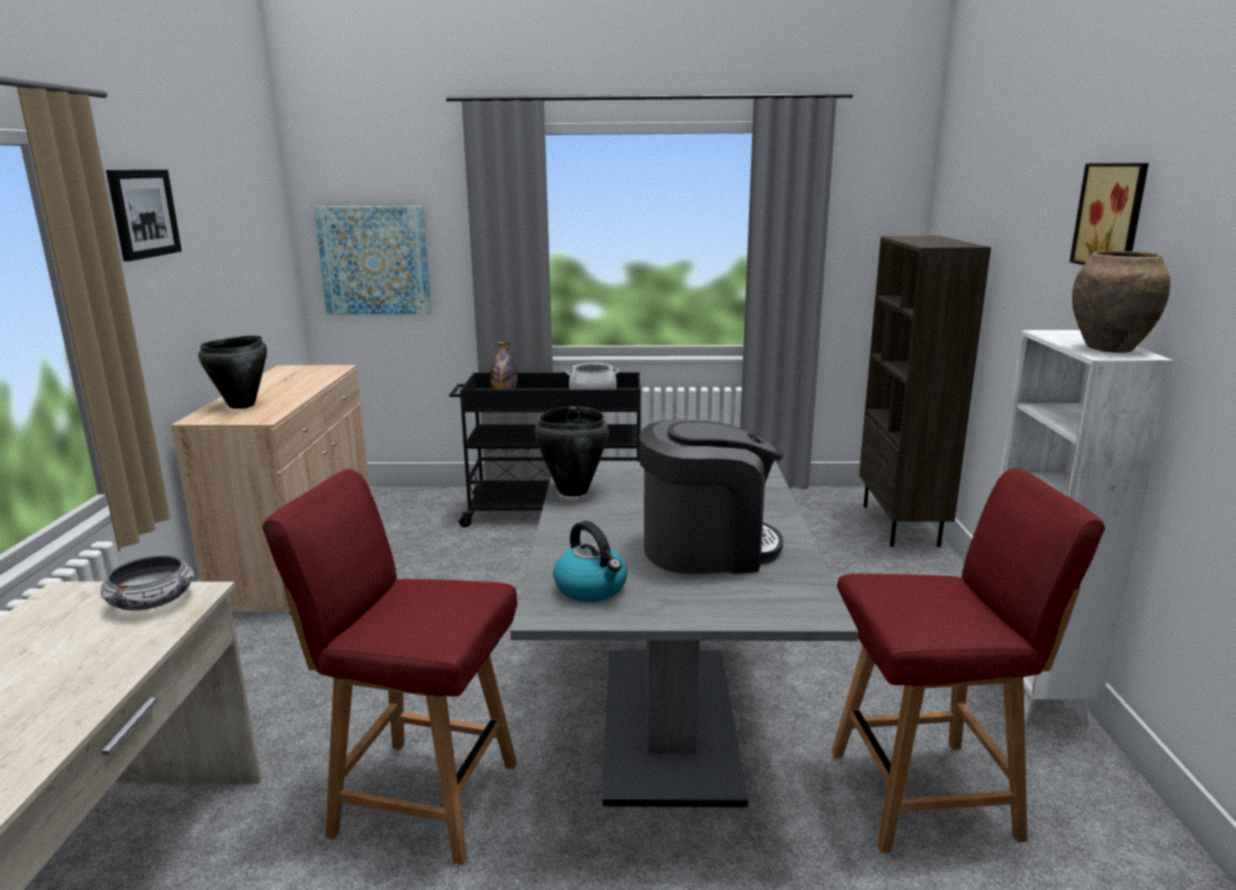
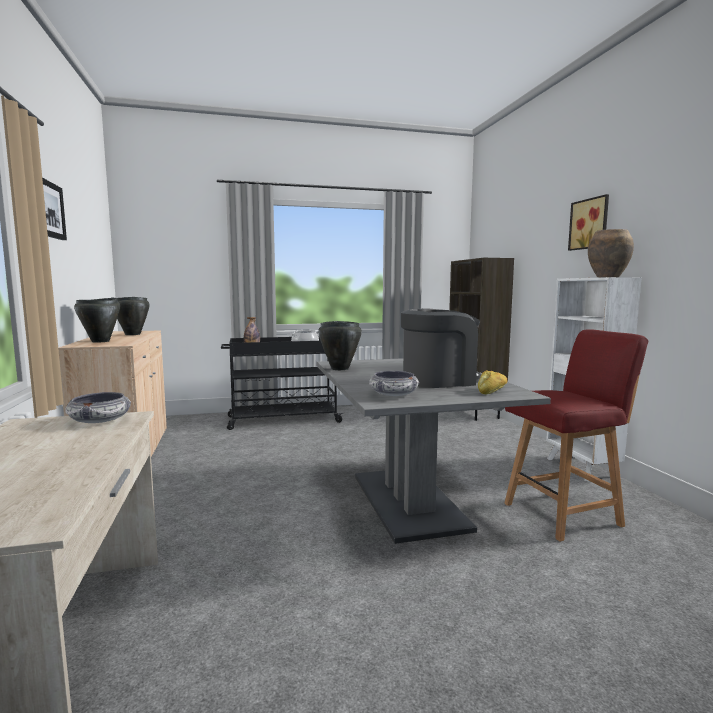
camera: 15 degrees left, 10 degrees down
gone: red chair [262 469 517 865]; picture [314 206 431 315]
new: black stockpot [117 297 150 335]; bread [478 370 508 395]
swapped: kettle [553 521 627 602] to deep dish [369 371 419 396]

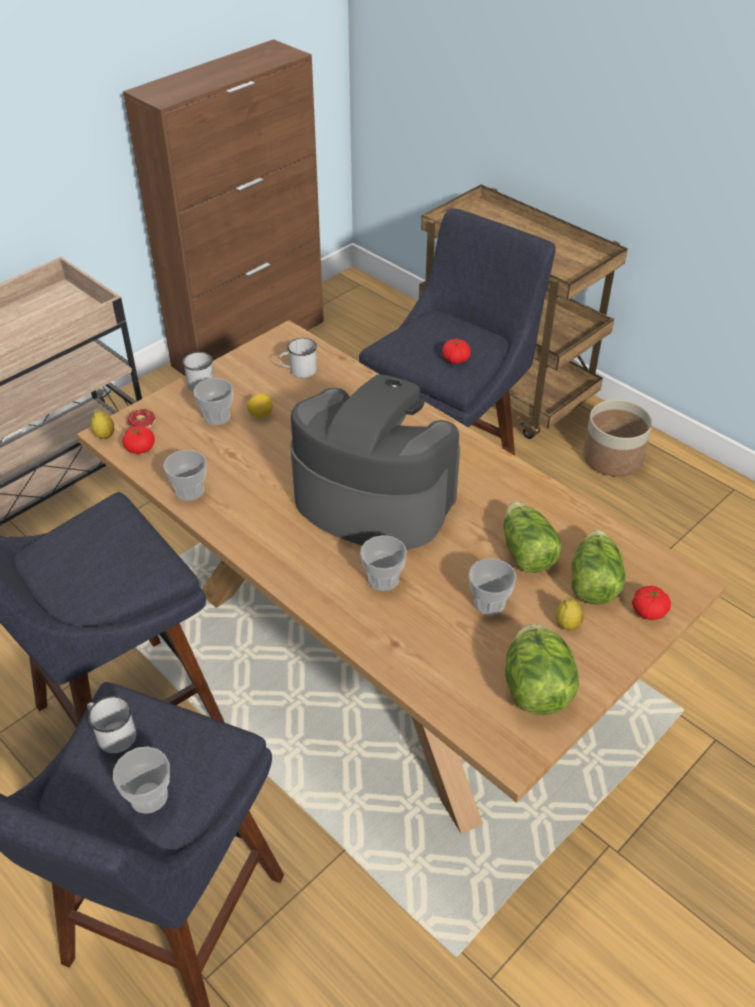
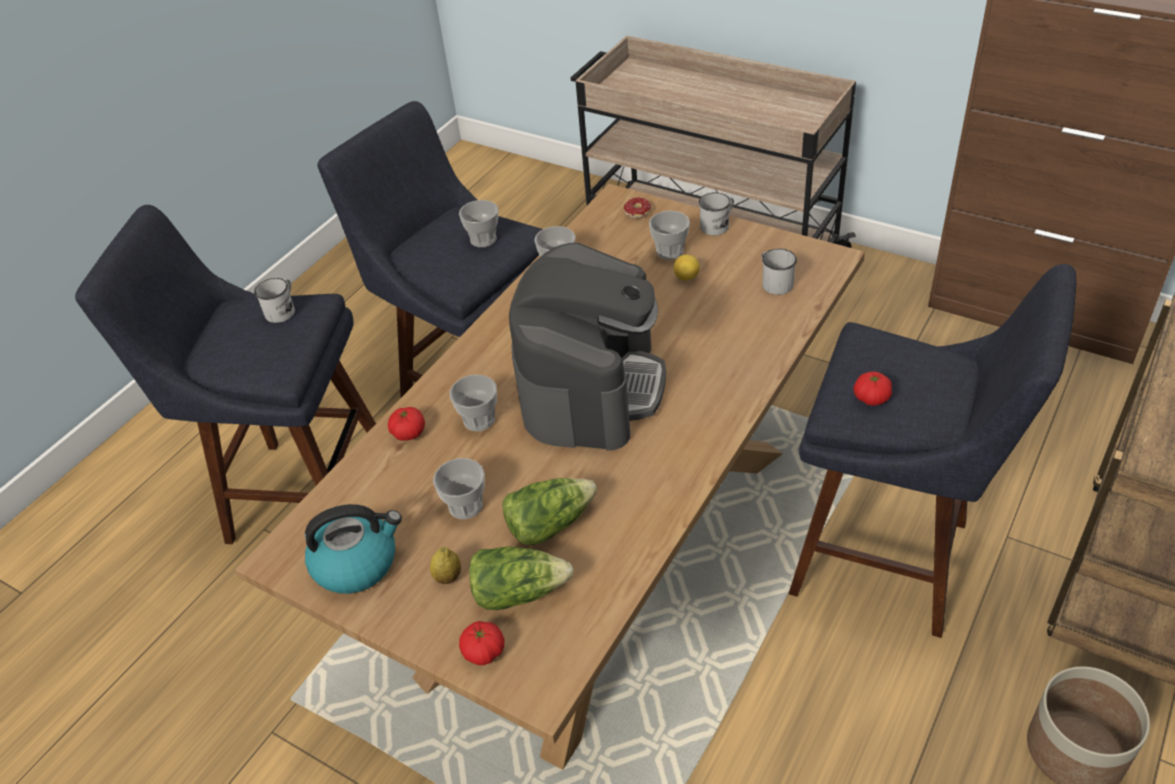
camera: 80 degrees right, 0 degrees up
gone: lemon [91 410 114 439]
shifted: small cup [113 747 170 814] to [459 200 498 247]; tomato [122 426 155 454] to [388 407 425 441]
swapped: lettuce head [505 624 579 715] to kettle [305 504 402 594]

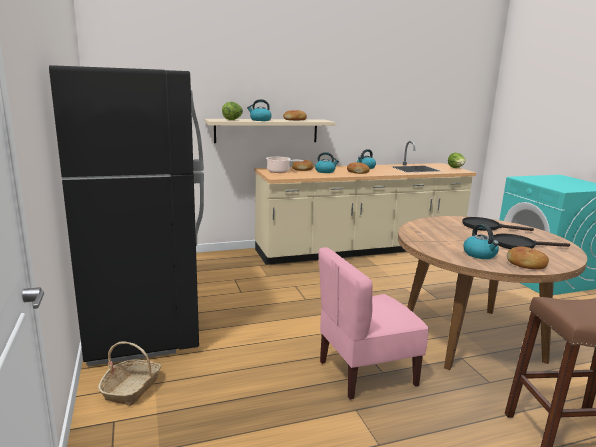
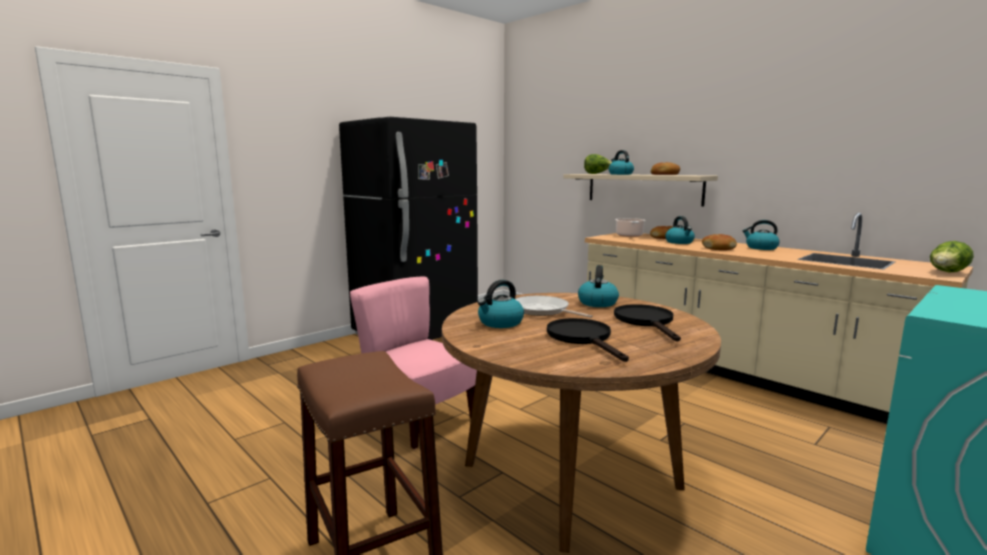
camera: 65 degrees right, 5 degrees down
gone: basket [98 342 161 406]; bread [507 246 549 269]
new: skillet [515 296 593 318]; kettle [578 265 619 307]

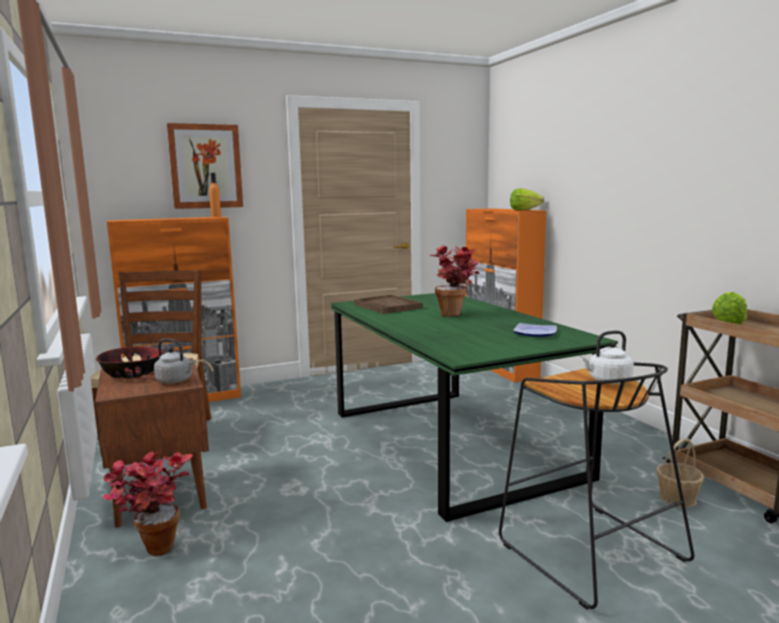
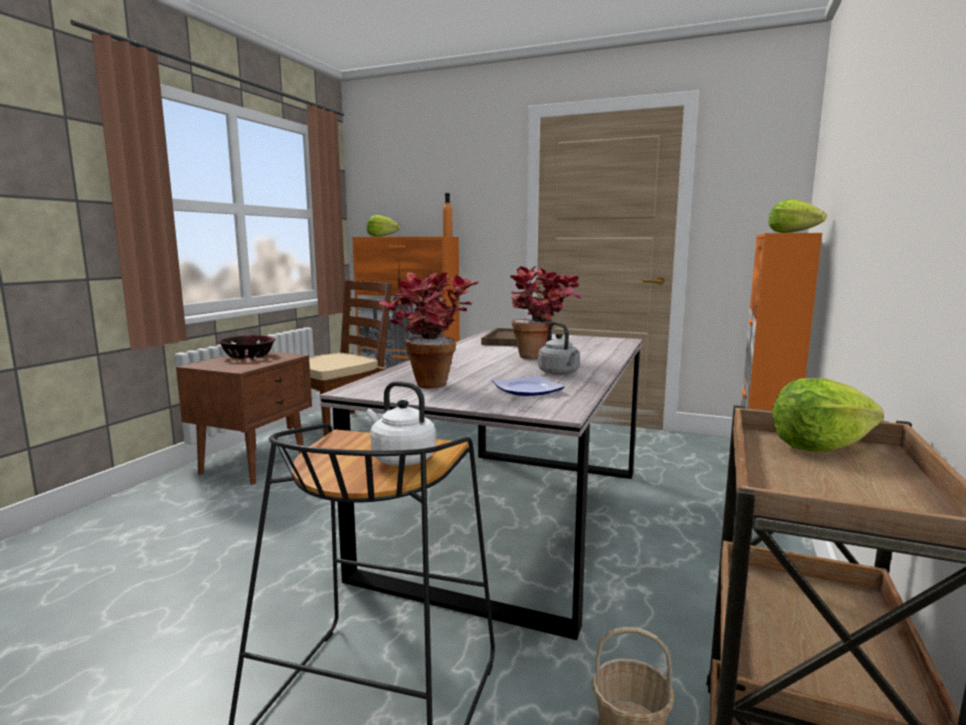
camera: 45 degrees right, 0 degrees up
gone: picture [167 123 243 209]
new: lettuce head [367 215 400 237]
shifted: potted plant [103 451 193 556] to [379 272 479 388]; gray kettle [154 339 195 384] to [538 322 580 375]
repainted: green-coloured dining table [331 293 618 522] to gray dining table [320 330 642 640]

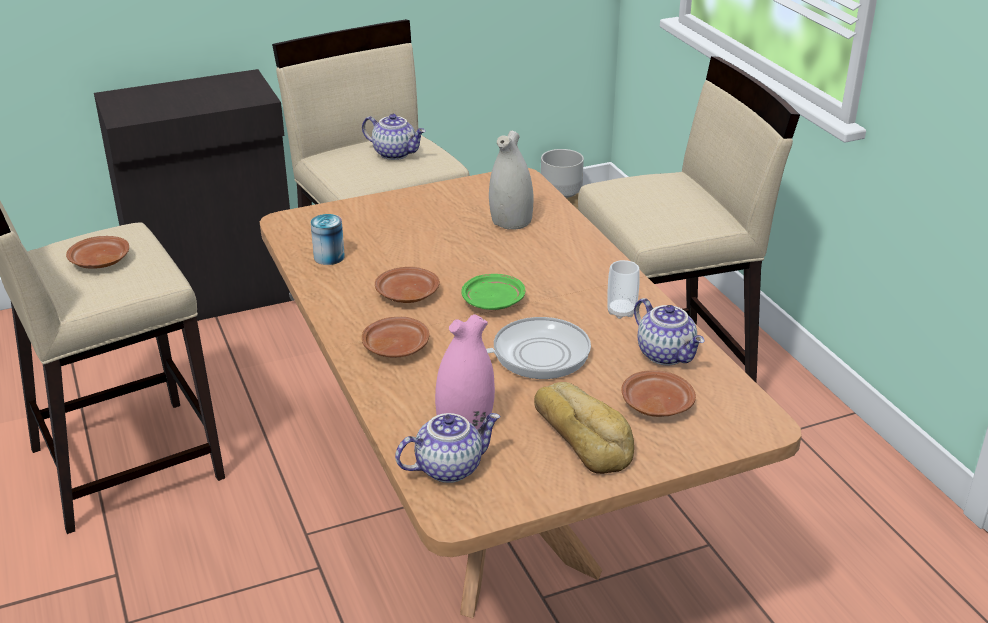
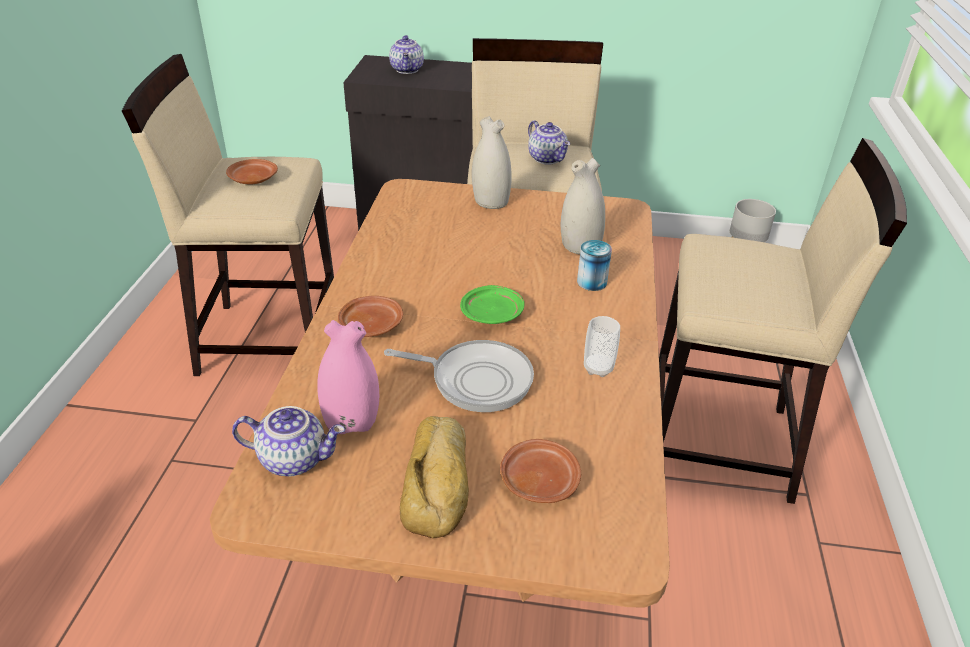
camera: 30 degrees right, 5 degrees up
gone: brown-coloured dinner plate [375 267 440 303]
new: white vase [472 116 512 209]
shifted: metal can [311 214 345 265] to [577 240 612 291]; tea pot [634 298 705 366] to [389 35 424 74]

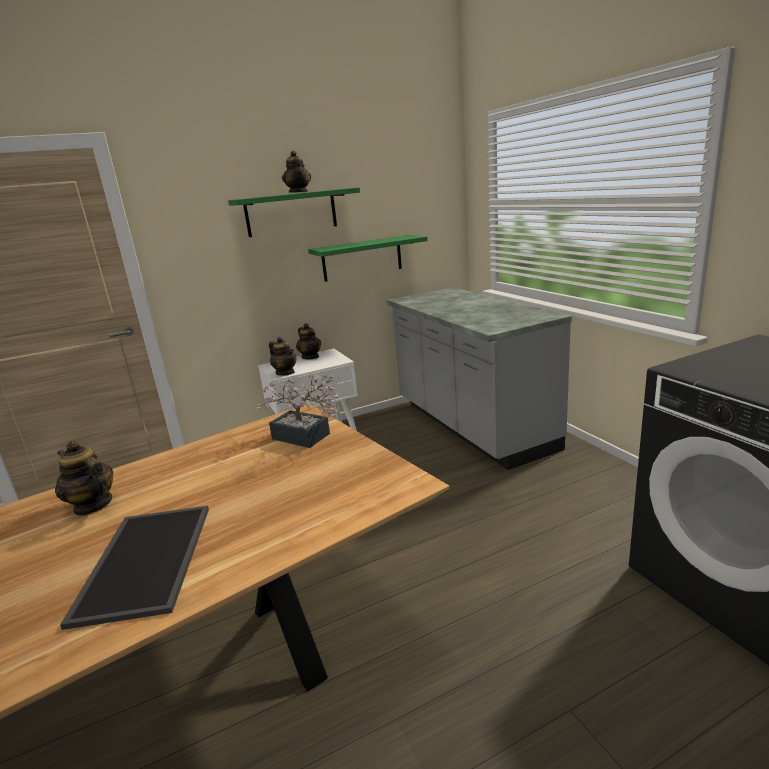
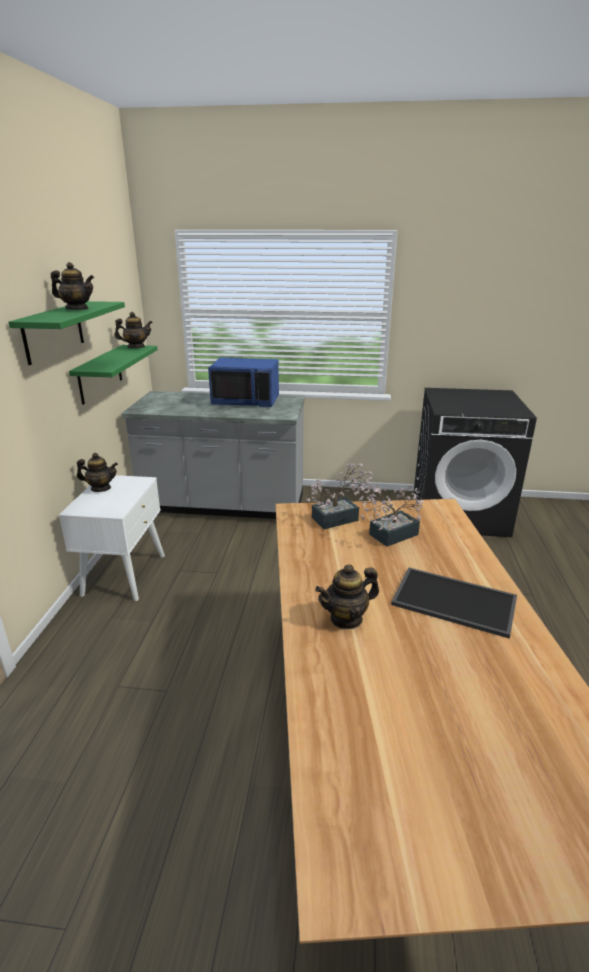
camera: 60 degrees left, 5 degrees up
new: blue kitchen microwave [208 357 279 407]; potted plant [359 484 423 547]
shifted: tea pot [269 337 297 375] to [115 312 153 348]

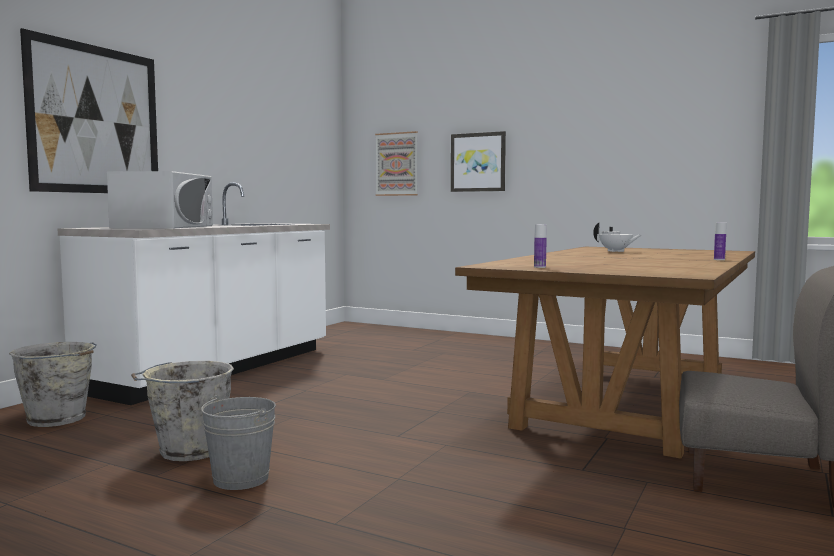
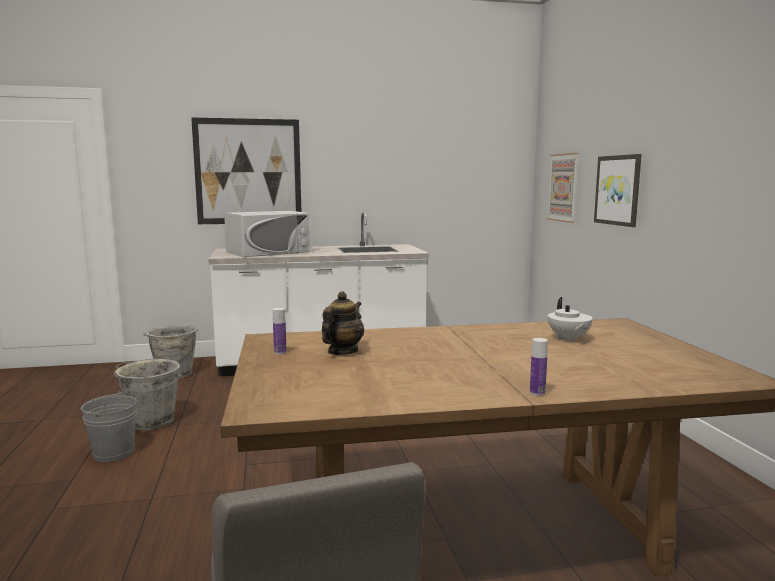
camera: 50 degrees right, 5 degrees up
new: tea pot [322 291 364 355]

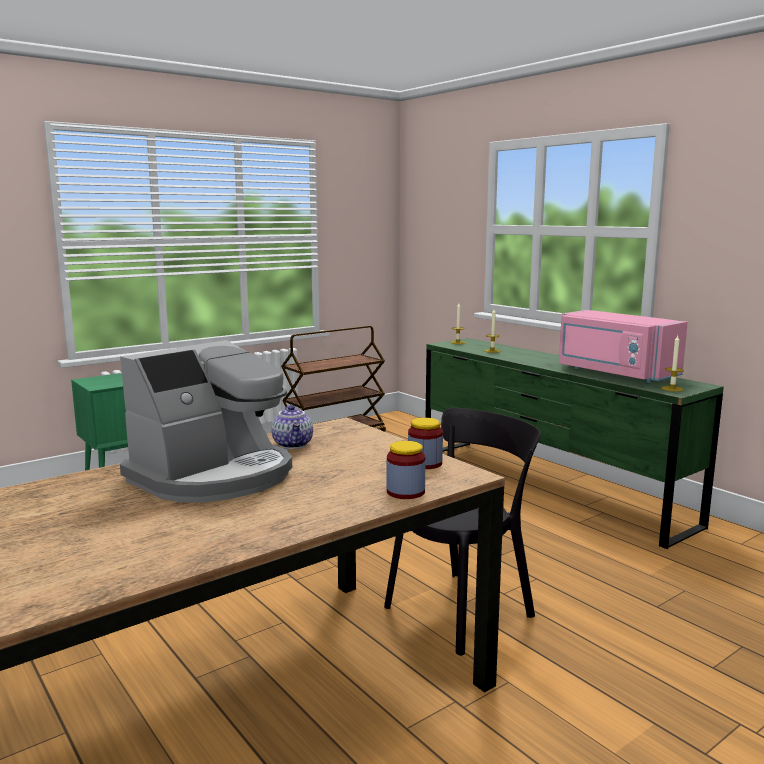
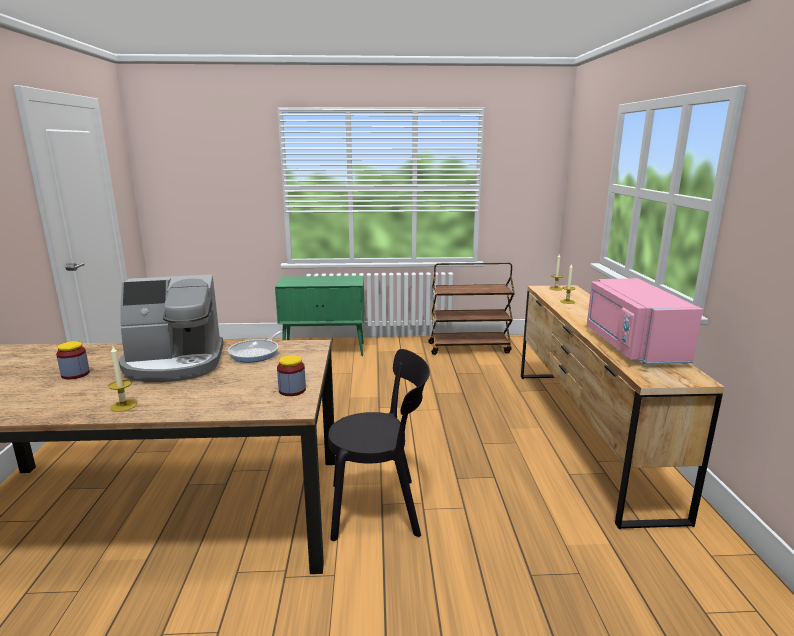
camera: 35 degrees right, 5 degrees up
shifted: storage jar [387 441 426 499] to [56 341 90 379]; wax light [662 335 684 392] to [108 346 137 412]
swapped: tea pot [271 405 313 449] to skillet [228 331 283 363]
repainted: green-coloured chest of drawers [426 338 724 549] to brown-coloured chest of drawers [521 285 724 529]

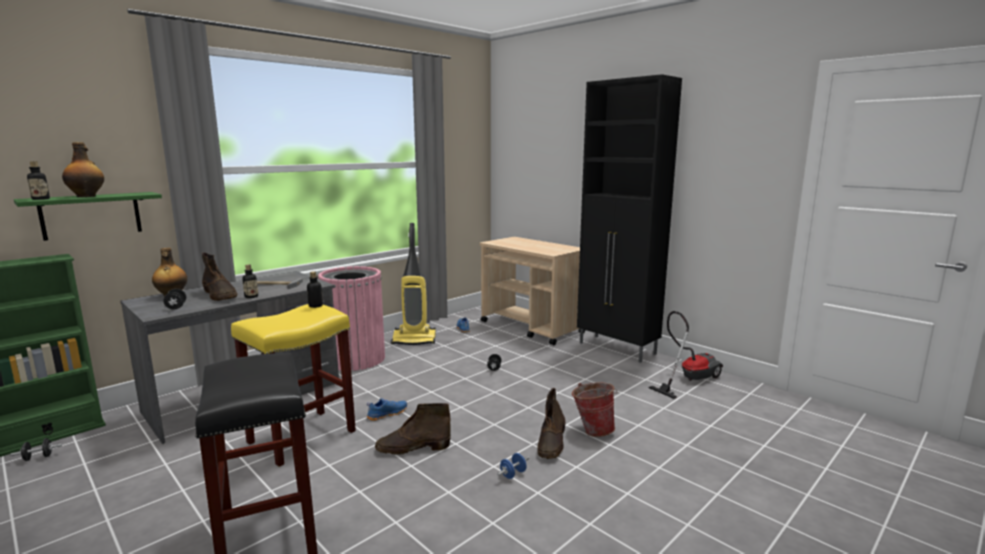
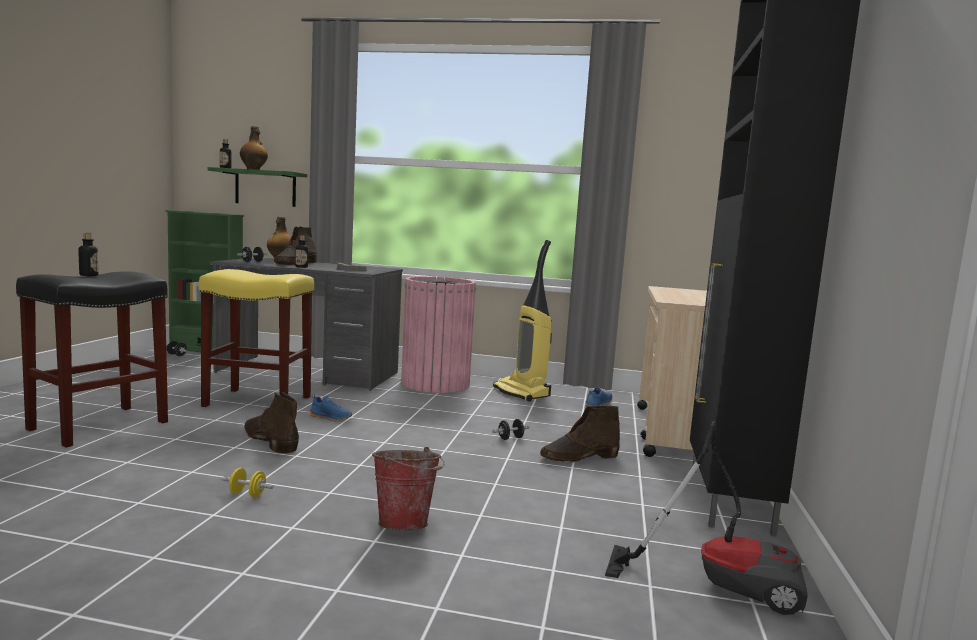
camera: 55 degrees right, 5 degrees down
shifted: drink bottle [307 272 323 308] to [78 233 98 276]; brown-coloured high-top boot [537 388 565 459] to [540 406 620 462]
repainted: blue free weight [497 453 529 479] to yellow-coloured free weight [222 468 273 497]

